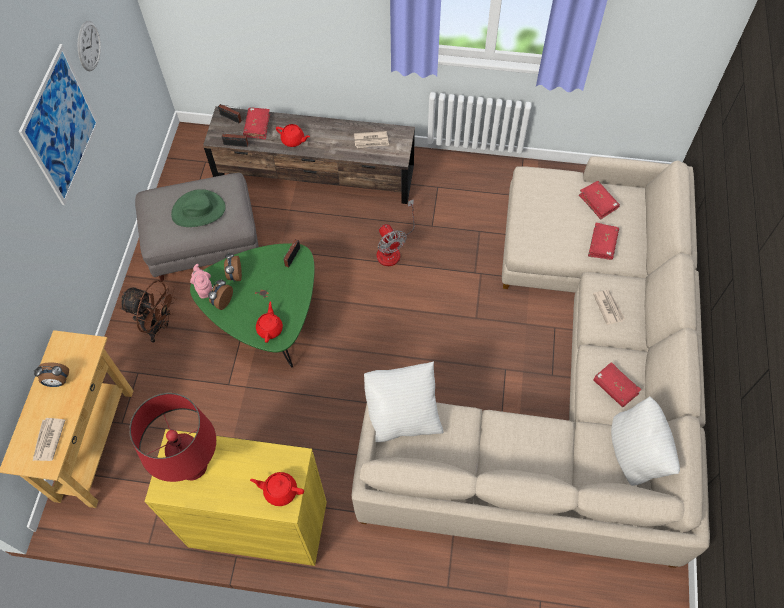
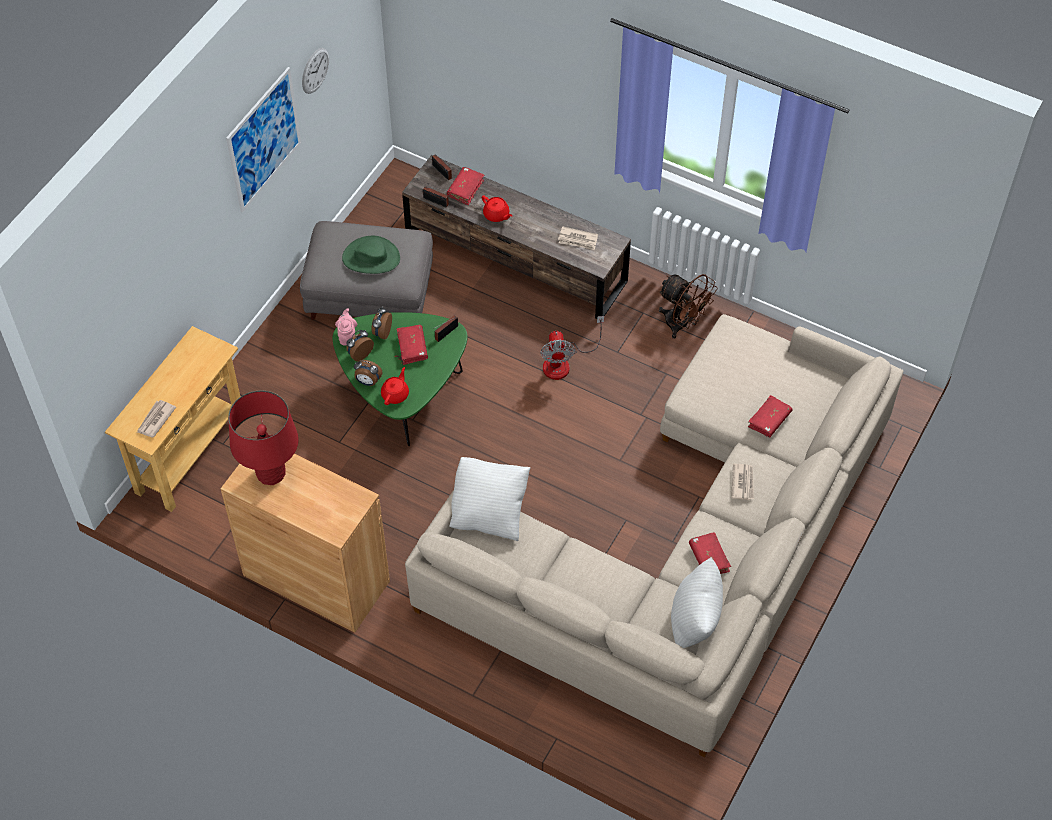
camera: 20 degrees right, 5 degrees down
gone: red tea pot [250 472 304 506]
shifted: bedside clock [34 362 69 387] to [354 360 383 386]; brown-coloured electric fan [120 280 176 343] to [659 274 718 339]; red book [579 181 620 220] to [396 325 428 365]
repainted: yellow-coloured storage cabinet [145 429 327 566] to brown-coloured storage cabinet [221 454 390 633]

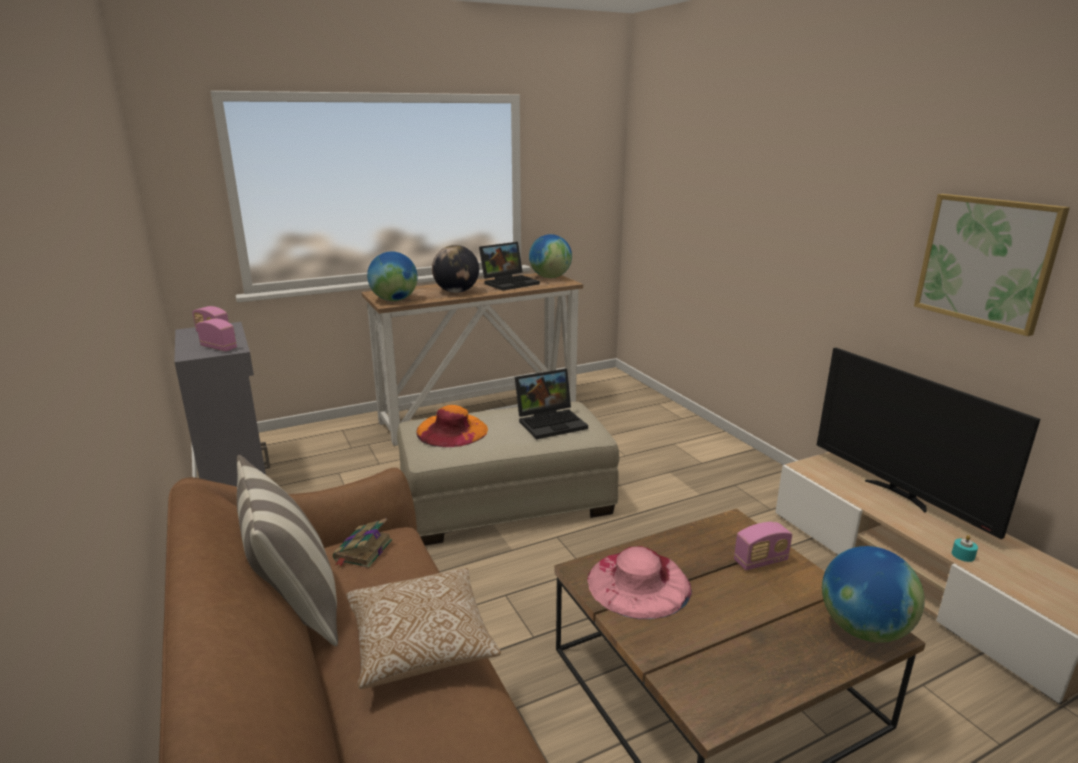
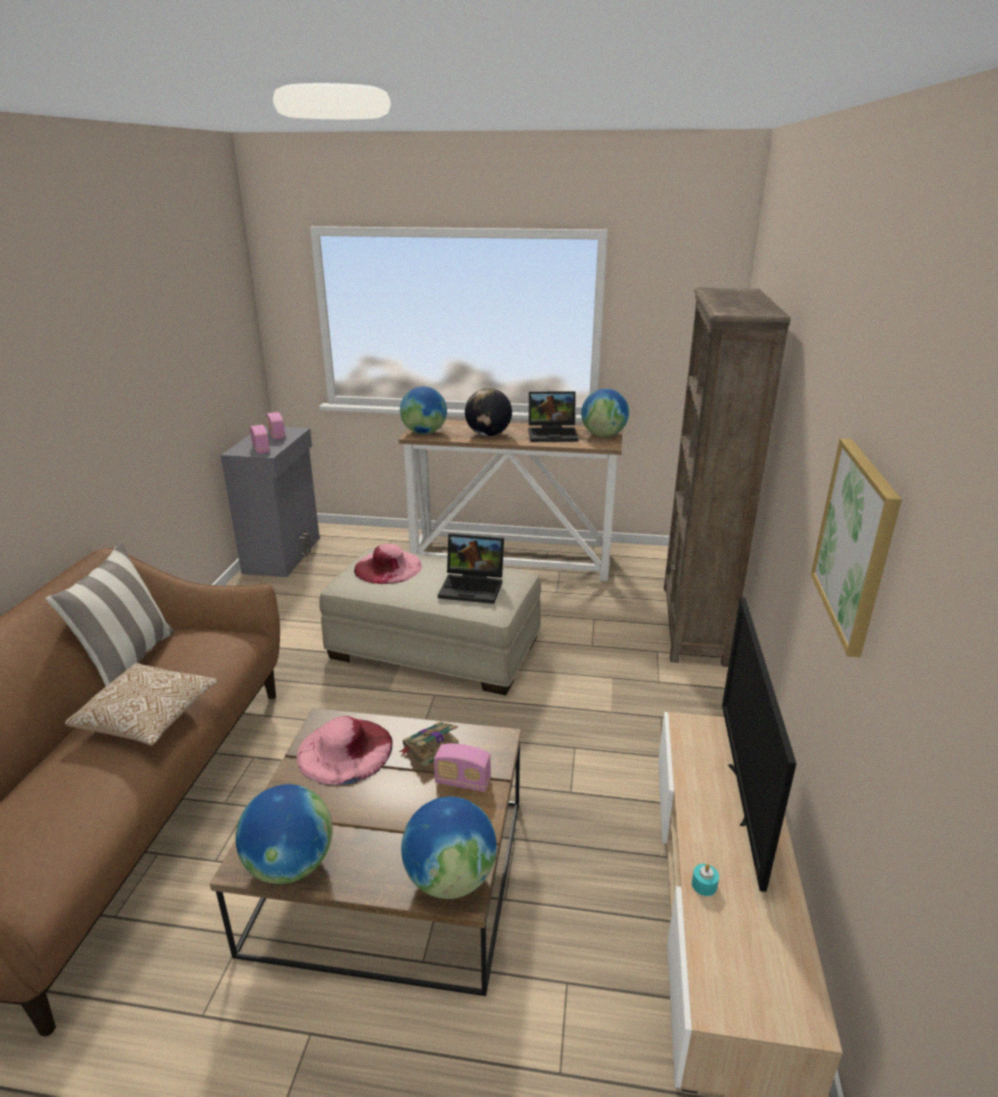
camera: 35 degrees right, 5 degrees up
new: desk globe [235 784 332 884]; brown-coloured shelving unit [664 288 791 667]
shifted: book [333 518 392 568] to [399 722 459 767]
repainted: orange-coloured hat [416 405 488 447] to pink-coloured hat [354 544 422 584]

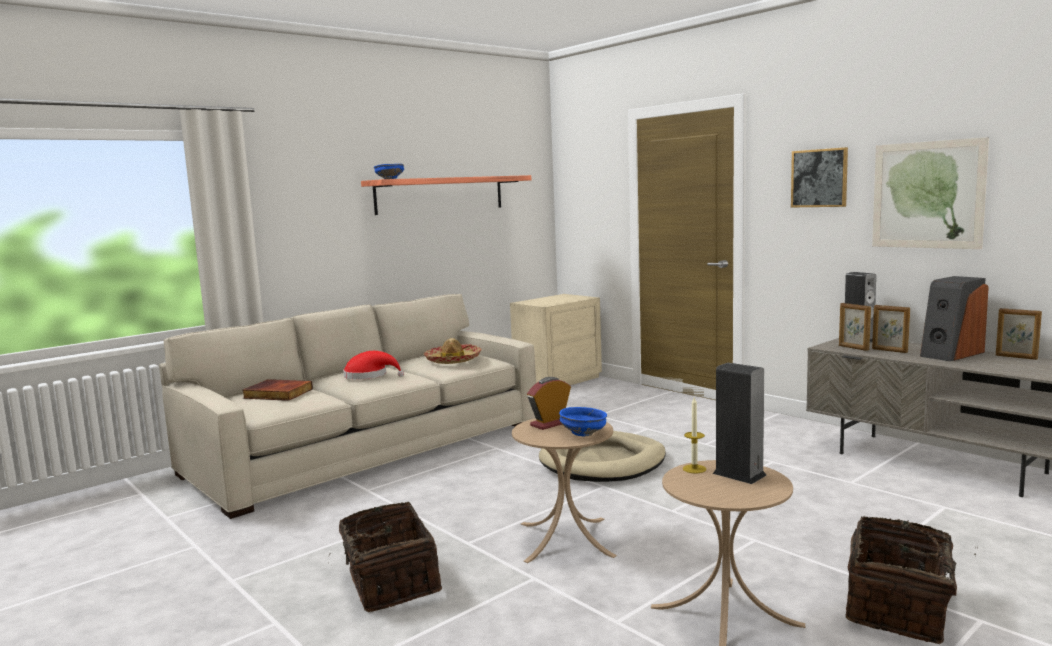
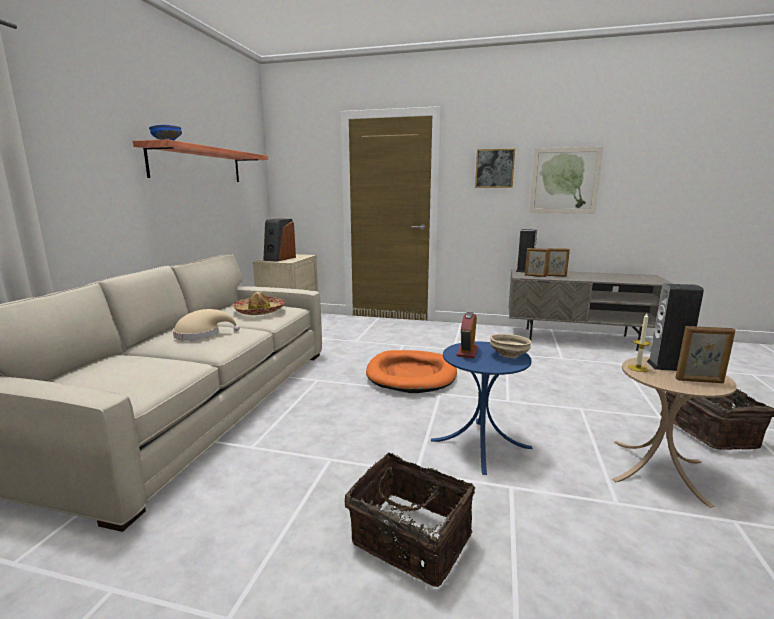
camera: 35 degrees left, 5 degrees up
gone: book [242 379 313 401]
shifted: loudspeaker [920 276 989 362] to [263 219 296 262]; picture frame [996 308 1042 360] to [675 326 735 383]
repainted: red hat [343 351 404 380] to beige hat [173 309 240 341]; beige end table [512 418 617 563] to blue end table [431 342 533 475]; beige dog cushion [539 431 666 482] to orange-coloured dog cushion [366 350 457 393]; blue deep dish [559 407 607 437] to beige deep dish [490 334 532 358]

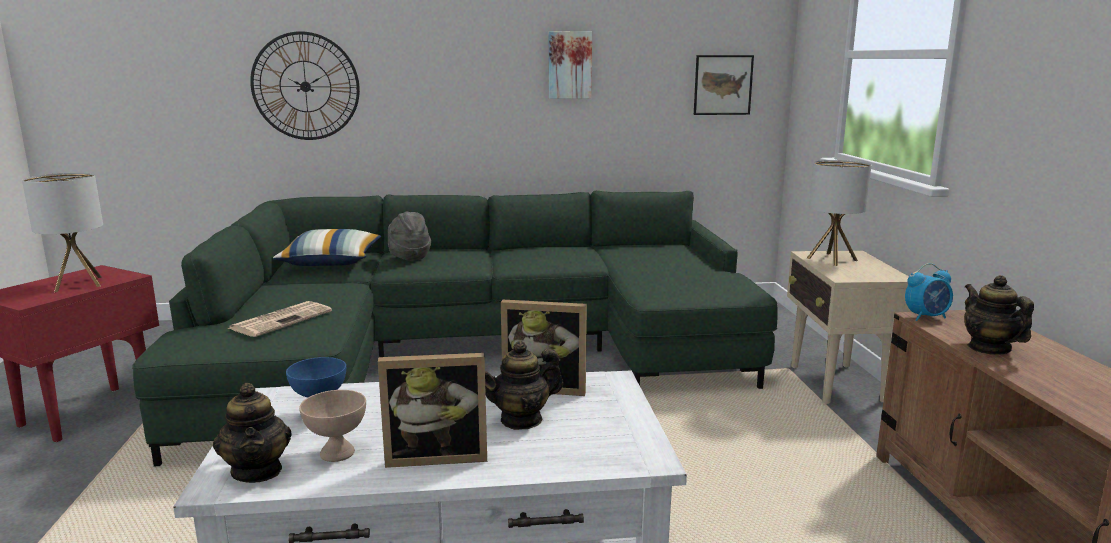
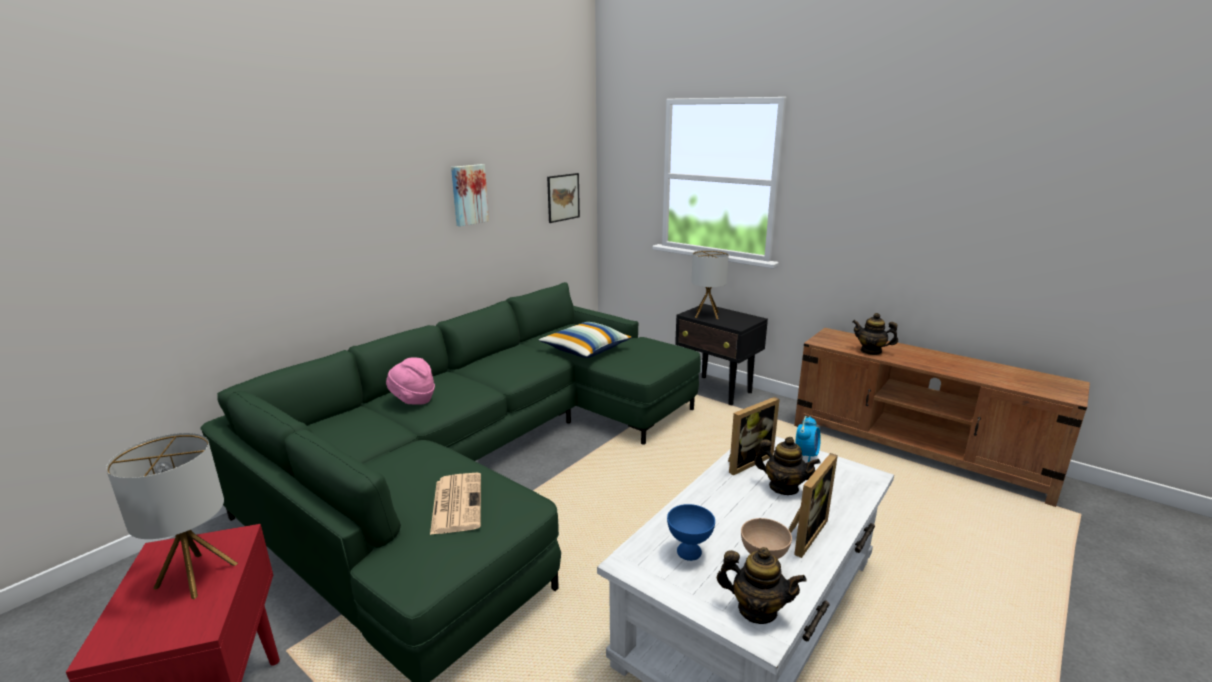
camera: 45 degrees left, 5 degrees up
gone: wall clock [250 31 360 140]
shifted: throw pillow [273 229 381 266] to [539 322 632 358]; bedside clock [905 263 953 321] to [796 416 821 462]
repainted: gray hat [388 212 431 261] to pink-coloured hat [386 357 435 405]; beige end table [787 250 912 404] to black end table [675 304 768 405]
rotated: tea pot [485 341 563 430] = [754 437 821 495] 75 degrees counterclockwise

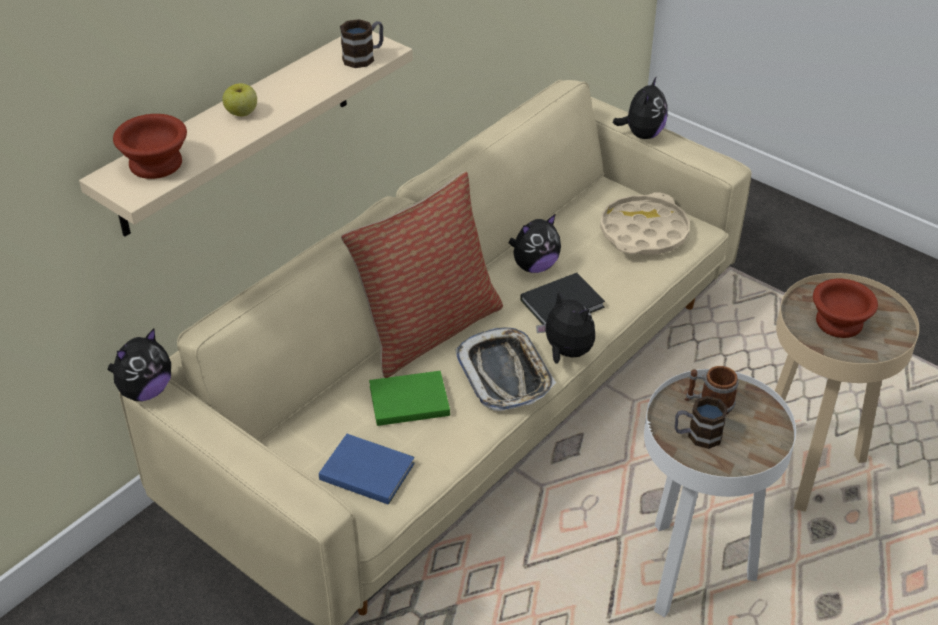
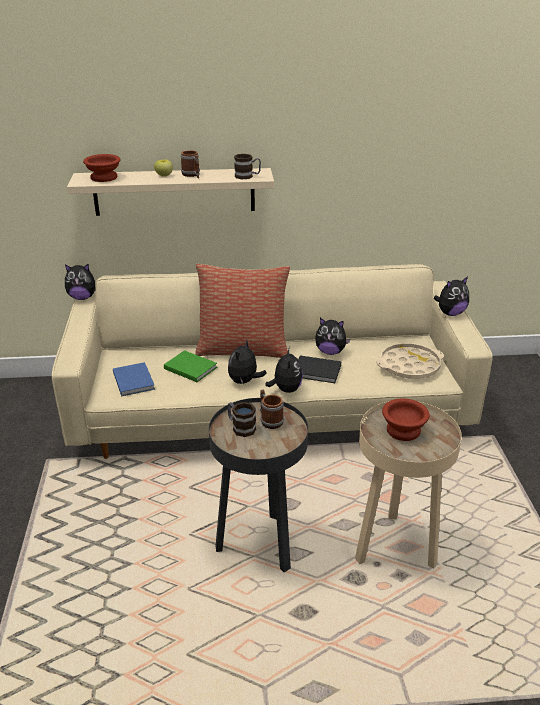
camera: 45 degrees right, 10 degrees down
new: coffee mug [181 150 200 179]
swapped: serving tray [455 327 556 411] to soft toy [228 339 267 385]
repainted: white end table [644 369 796 617] to black end table [209 398 308 572]

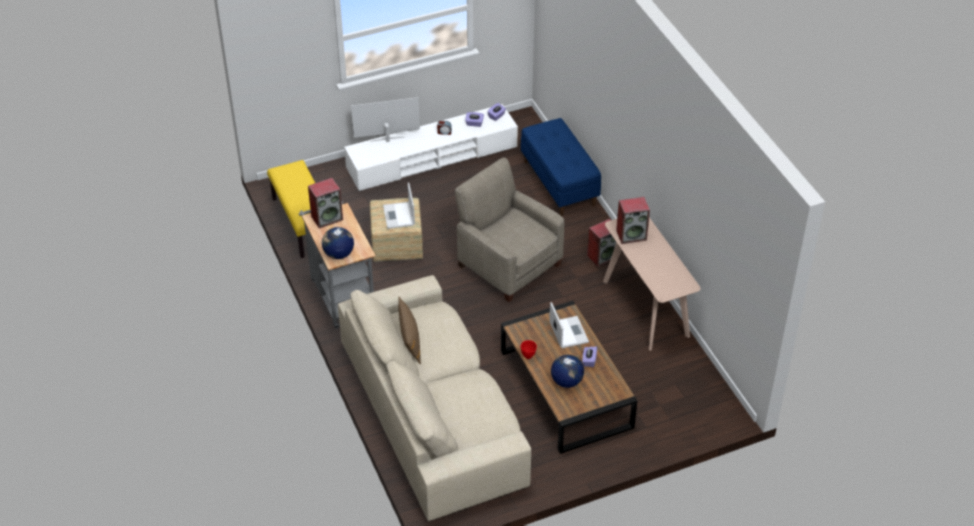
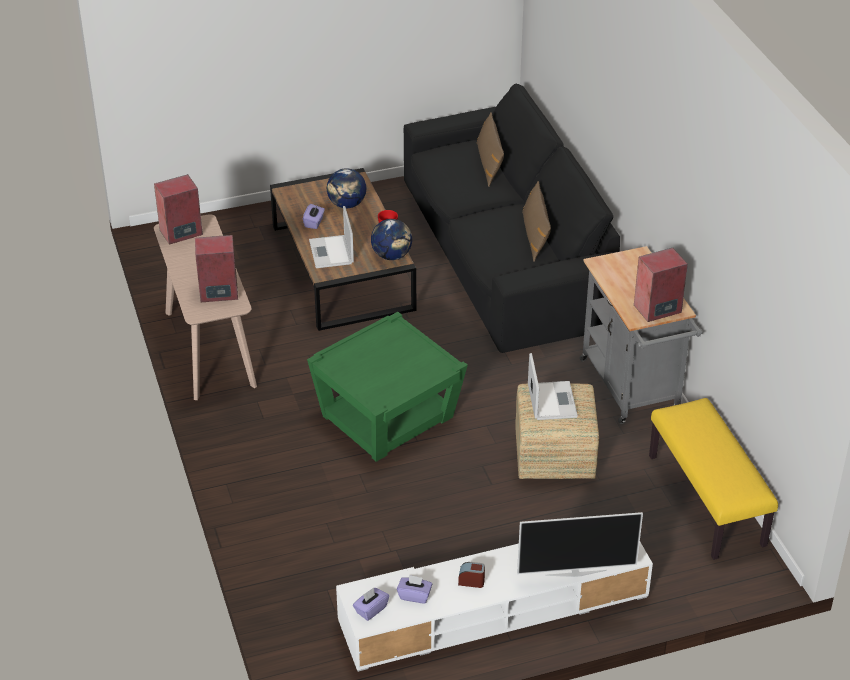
camera: 175 degrees left, 5 degrees down
gone: blue bench [521 118 601 216]
new: brown-coloured throw pillow [477 113 504 187]
shifted: desk globe [322 227 354 259] to [371 219 412 260]; loudspeaker [587 219 617 267] to [154 174 203 245]
swapped: beige lounge chair [455 158 564 302] to green-coloured end table [307 312 468 462]
repainted: beige couch [338 275 531 521] to black couch [404 83 620 353]

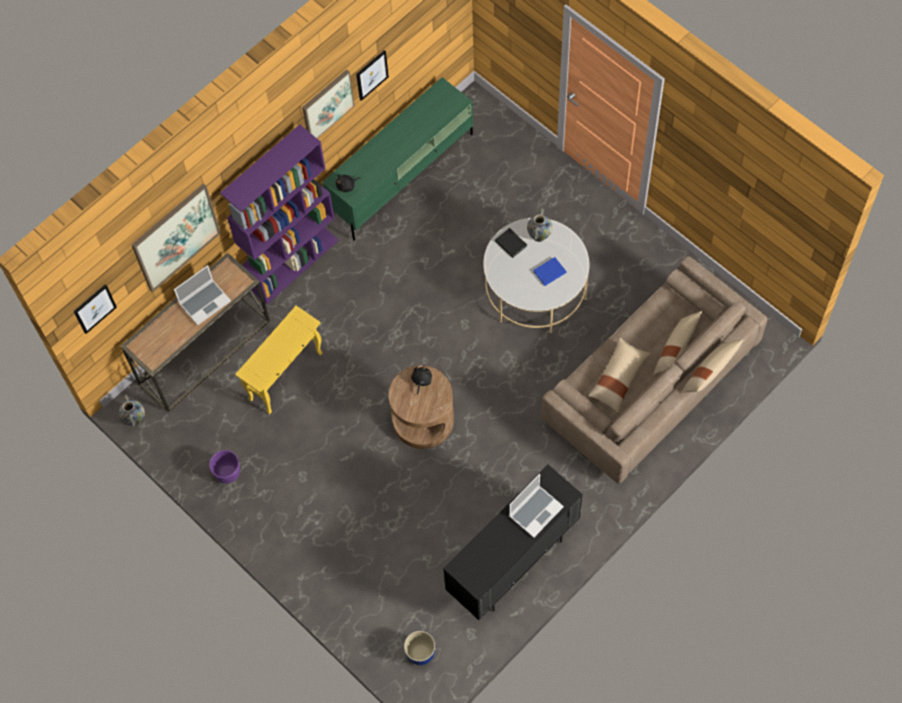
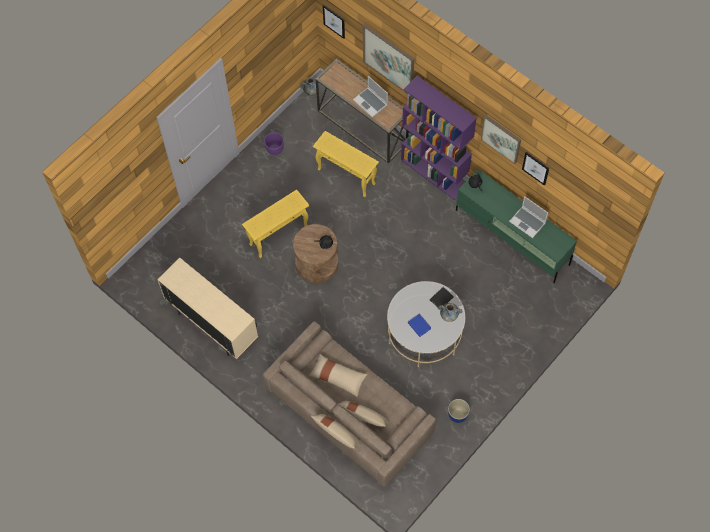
camera: 85 degrees right, 0 degrees up
new: yellow-coloured end table [242 189 309 258]
shifted: flower pot [404 631 435 665] to [448 399 470 423]; notebook computer [509 474 564 538] to [509 196 548 238]
repainted: black storage cabinet [443 465 583 620] to beige storage cabinet [157 258 258 359]

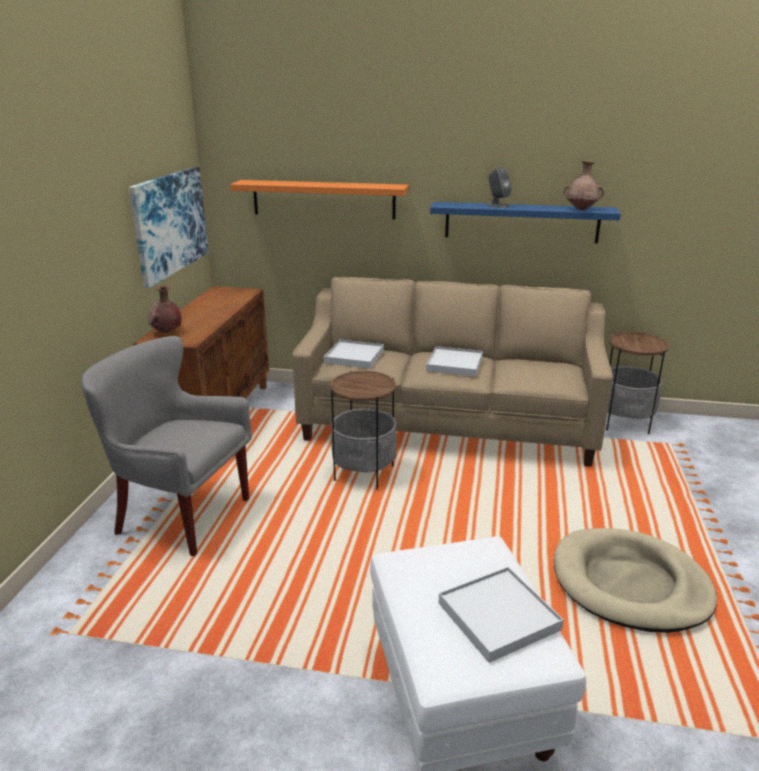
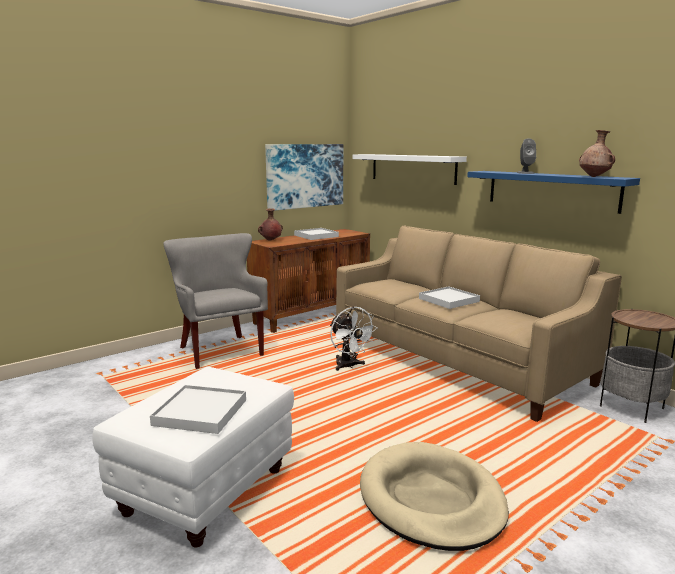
camera: 40 degrees right, 10 degrees down
shifted: white serving tray [324 340 384 369] to [294 228 339 240]
swapped: end table [330 371 397 490] to white electric fan [330 307 378 371]
repainted: orange-coloured bracket shelf [230 180 409 219] to white bracket shelf [352 154 467 185]

